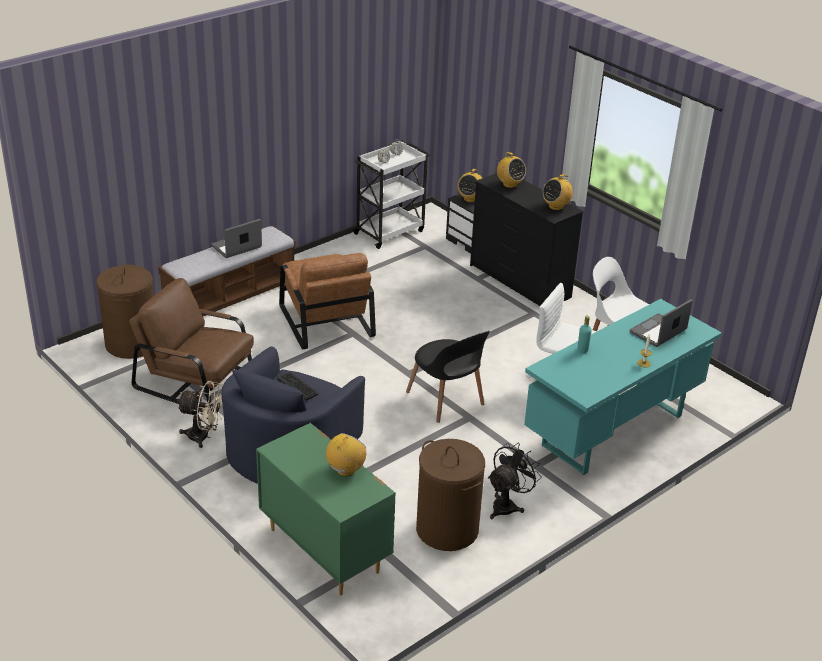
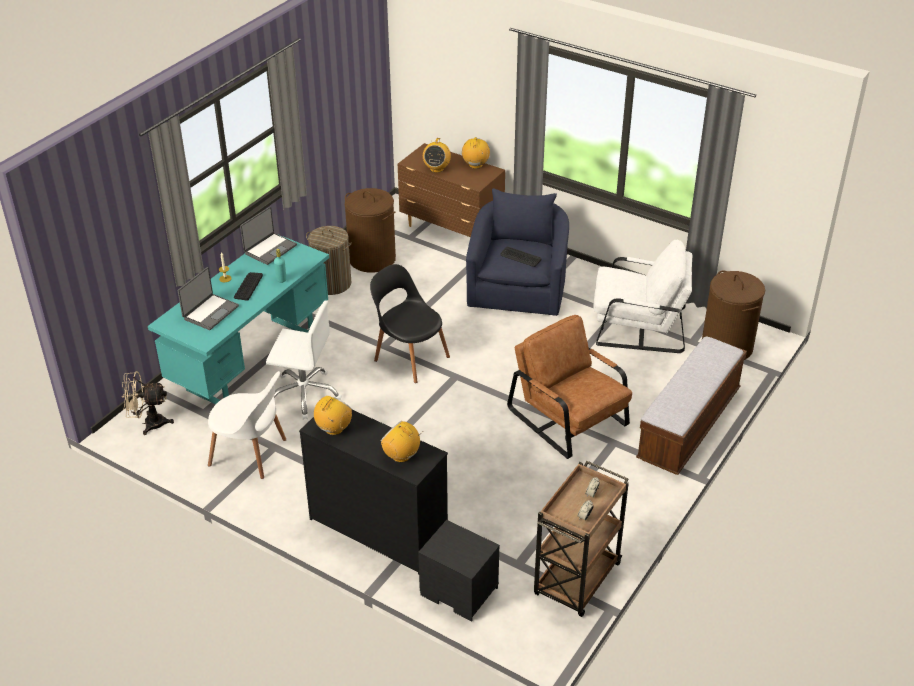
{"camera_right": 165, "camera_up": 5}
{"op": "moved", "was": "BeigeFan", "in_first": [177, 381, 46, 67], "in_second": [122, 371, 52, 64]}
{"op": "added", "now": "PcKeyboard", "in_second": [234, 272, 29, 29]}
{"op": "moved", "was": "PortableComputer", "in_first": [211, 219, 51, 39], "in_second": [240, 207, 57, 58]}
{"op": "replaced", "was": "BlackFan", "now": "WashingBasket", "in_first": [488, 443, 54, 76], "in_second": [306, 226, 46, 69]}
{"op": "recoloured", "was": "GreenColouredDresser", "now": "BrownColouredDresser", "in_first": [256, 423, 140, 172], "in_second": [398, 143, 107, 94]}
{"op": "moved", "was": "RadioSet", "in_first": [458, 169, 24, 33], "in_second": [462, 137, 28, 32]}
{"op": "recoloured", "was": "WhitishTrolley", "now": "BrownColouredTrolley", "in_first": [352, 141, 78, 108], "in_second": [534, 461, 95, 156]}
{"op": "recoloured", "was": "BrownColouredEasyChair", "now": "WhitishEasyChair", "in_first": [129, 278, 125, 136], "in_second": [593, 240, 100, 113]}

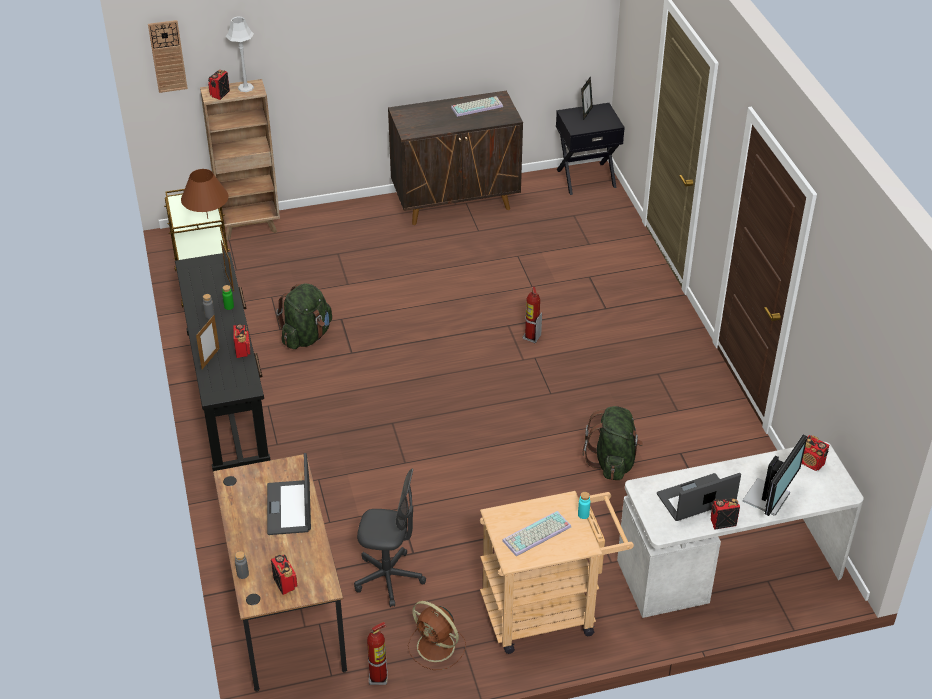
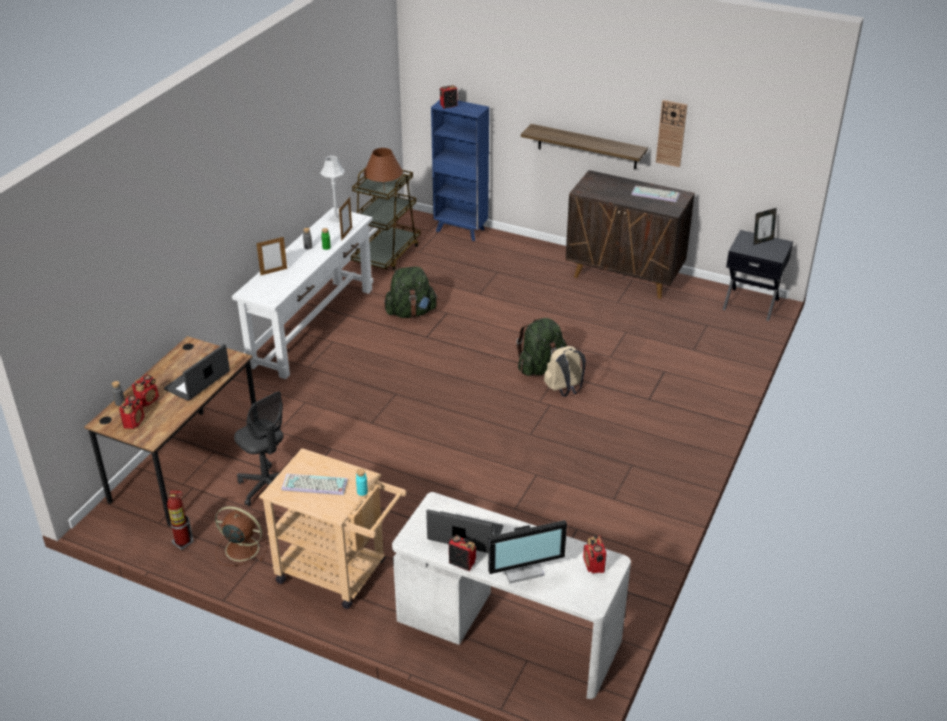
{"camera_right": 40, "camera_up": -5}
{"op": "moved", "was": "RadioSet", "in_first": [233, 324, 17, 34], "in_second": [132, 375, 27, 32]}
{"op": "turned", "was": "BrownColouredFan", "in_first": [408, 601, 58, 69], "in_second": [215, 506, 52, 60], "clockwise": 120}
{"op": "recoloured", "was": "BlackHallTable", "now": "WhitishHallTable", "in_first": [175, 252, 96, 219], "in_second": [232, 207, 141, 172]}
{"op": "moved", "was": "GreyishTableLamp", "in_first": [225, 16, 29, 76], "in_second": [320, 156, 25, 67]}
{"op": "recoloured", "was": "BrownColouredBookcase", "now": "BlueBookcase", "in_first": [200, 79, 80, 162], "in_second": [431, 100, 58, 141]}
{"op": "moved", "was": "GreenColouredBackpack", "in_first": [582, 406, 61, 74], "in_second": [516, 318, 50, 58]}
{"op": "added", "now": "BracketShelf", "in_second": [521, 124, 127, 46]}
{"op": "replaced", "was": "FireFightingCylinder", "now": "BeigeBackpack", "in_first": [522, 287, 20, 56], "in_second": [544, 346, 42, 51]}
{"op": "moved", "was": "HangingClock", "in_first": [148, 20, 40, 73], "in_second": [656, 100, 32, 67]}

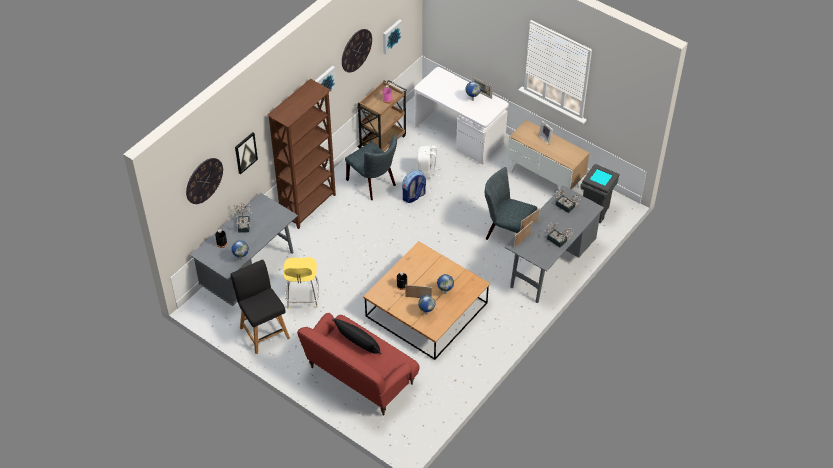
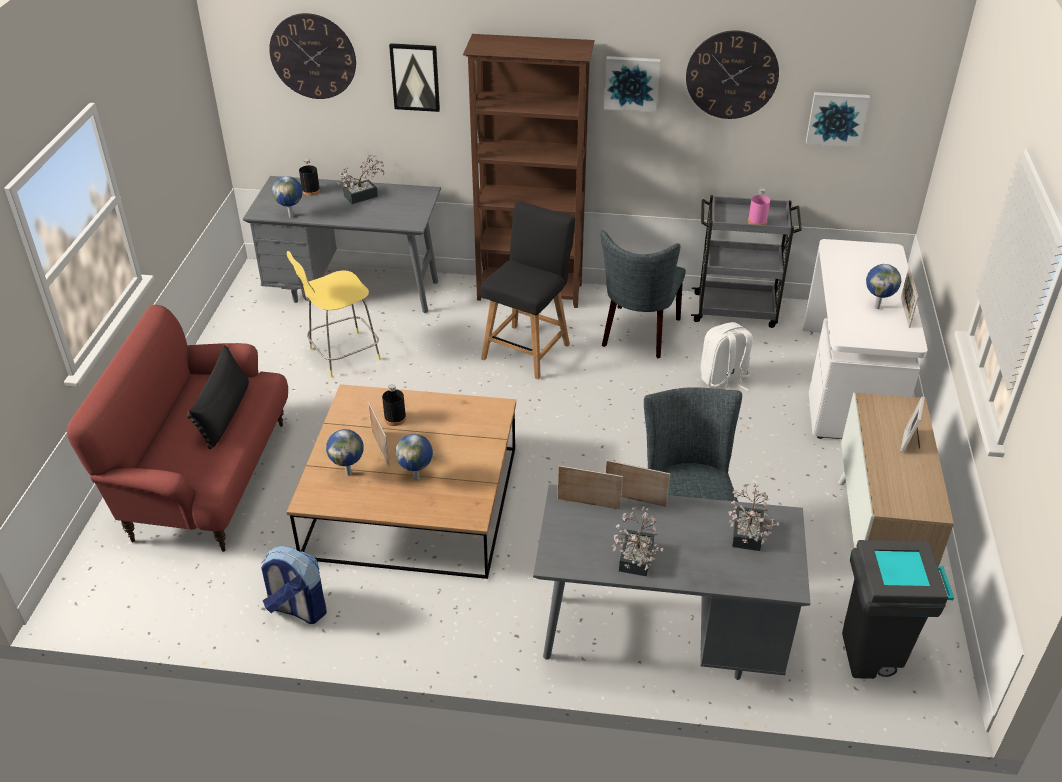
{"camera_right": 60, "camera_up": -10}
{"op": "moved", "was": "Backpack", "in_first": [402, 170, 24, 33], "in_second": [261, 546, 66, 78]}
{"op": "moved", "was": "BlackPlainChair", "in_first": [230, 260, 60, 94], "in_second": [480, 202, 95, 178]}
{"op": "recoloured", "was": "BrownColouredTrolley", "now": "GreyishTrolley", "in_first": [357, 80, 50, 72], "in_second": [691, 195, 111, 133]}

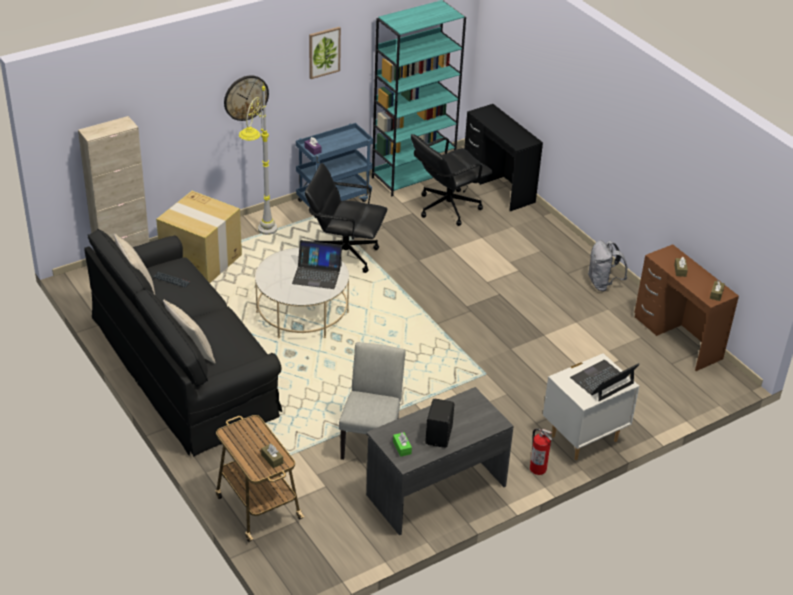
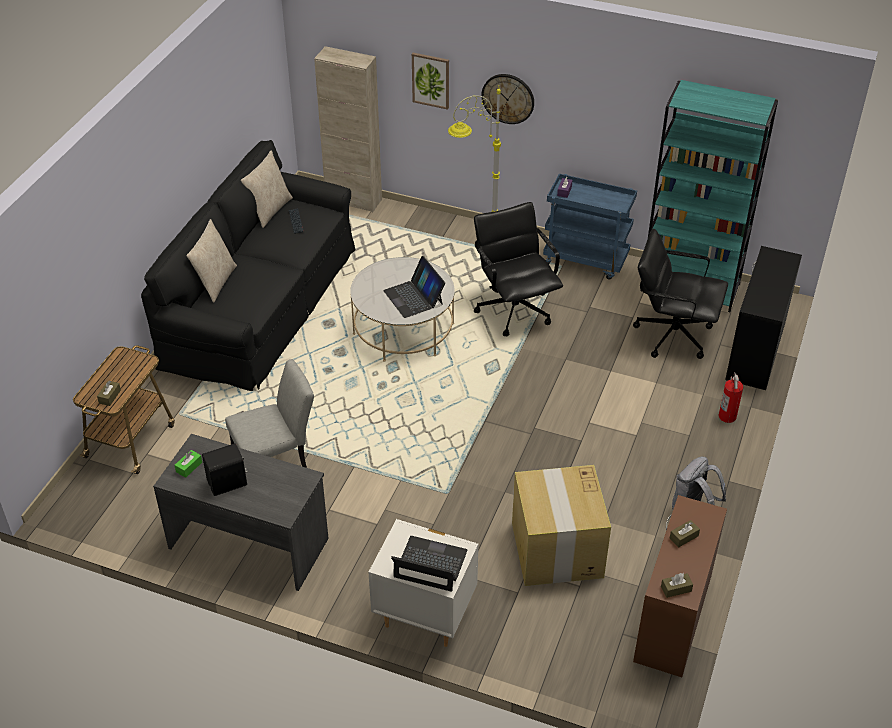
{"camera_right": 55, "camera_up": 5}
{"op": "moved", "was": "Picture", "in_first": [309, 27, 32, 52], "in_second": [412, 53, 37, 57]}
{"op": "moved", "was": "PackingBox", "in_first": [156, 191, 86, 92], "in_second": [512, 465, 99, 121]}
{"op": "moved", "was": "FireFightingCylinder", "in_first": [530, 428, 22, 47], "in_second": [719, 372, 24, 51]}

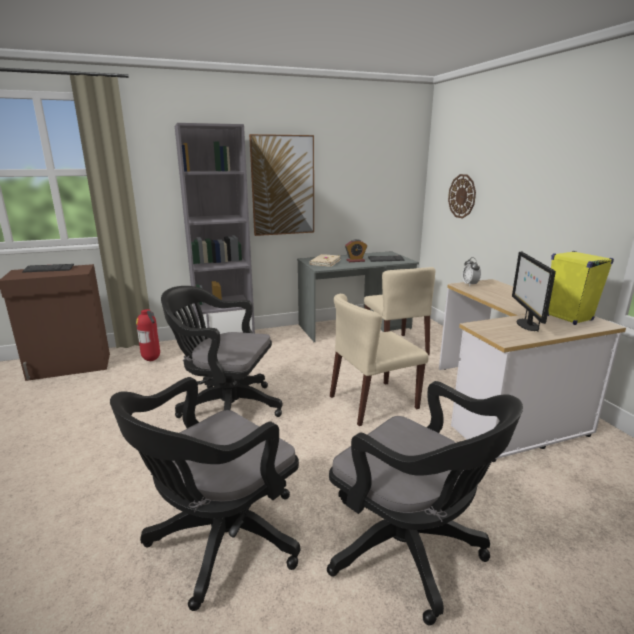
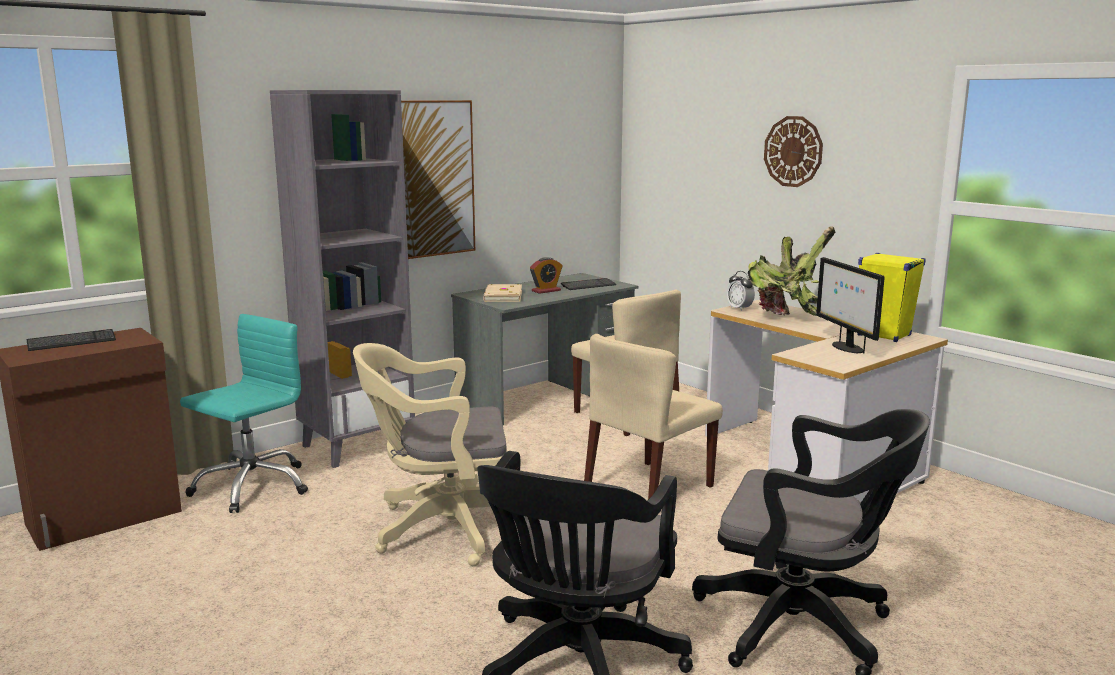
{"camera_right": -20, "camera_up": -5}
{"op": "replaced", "was": "FireFightingCylinder", "now": "TurquoiseDeskChair", "in_first": [136, 309, 24, 52], "in_second": [180, 314, 128, 199]}
{"op": "recoloured", "was": "BlackDeskChair", "now": "BeigeDeskChair", "in_first": [161, 286, 122, 132], "in_second": [353, 343, 154, 224]}
{"op": "added", "now": "PlantInAPot", "in_second": [748, 227, 87, 89]}
{"op": "moved", "was": "HangingClock", "in_first": [448, 174, 28, 44], "in_second": [764, 116, 59, 71]}

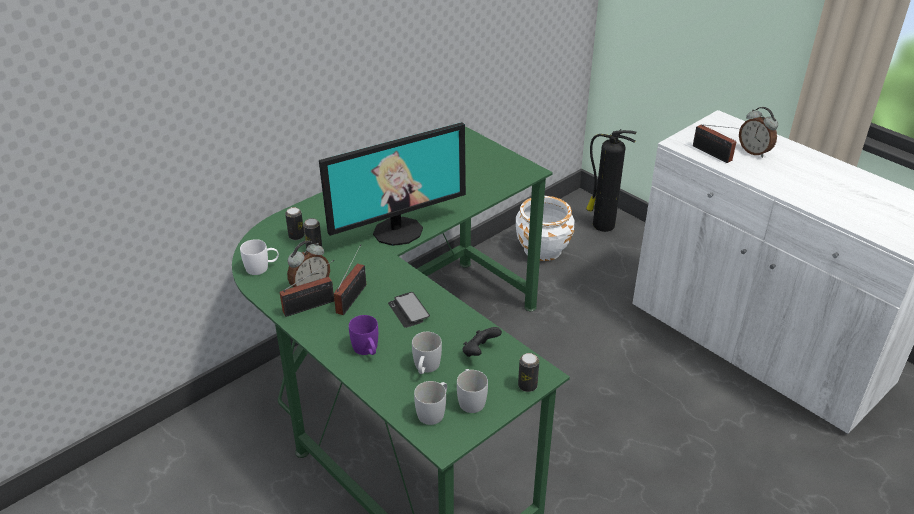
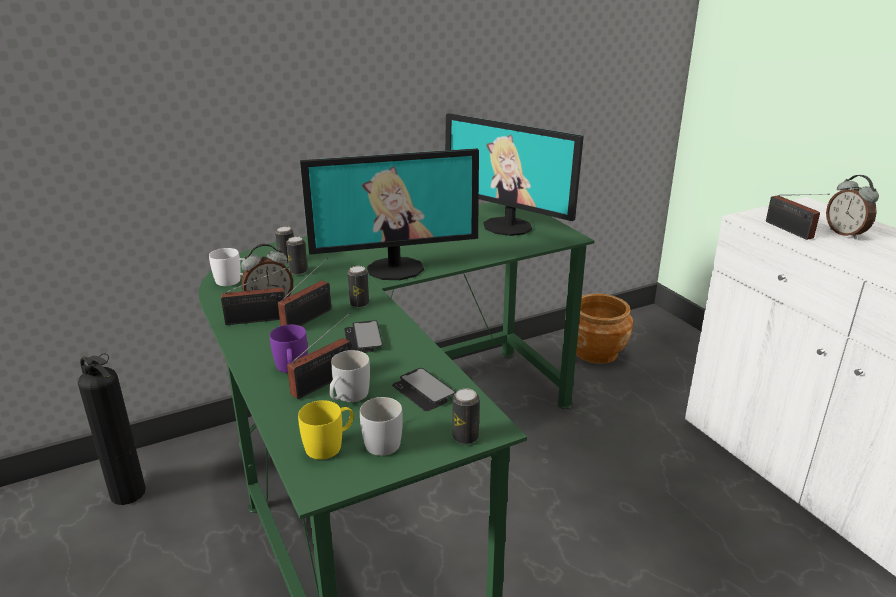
{"camera_right": 15, "camera_up": -10}
{"op": "moved", "was": "FireFightingCylinder", "in_first": [586, 129, 51, 103], "in_second": [78, 354, 68, 151]}
{"op": "added", "now": "RadioSet", "in_second": [287, 312, 65, 87]}
{"op": "recoloured", "was": "WhitishTeaMug", "now": "YellowishTeaMug", "in_first": [414, 381, 33, 44], "in_second": [298, 400, 56, 60]}
{"op": "added", "now": "MetalCan", "in_second": [348, 266, 21, 42]}
{"op": "replaced", "was": "BlackGamepad", "now": "Telephone", "in_first": [462, 327, 40, 30], "in_second": [392, 368, 64, 43]}
{"op": "added", "now": "ComputerDisplay", "in_second": [445, 113, 139, 123]}
{"op": "recoloured", "was": "WhitishFlowerPot", "now": "BrownColouredFlowerPot", "in_first": [516, 196, 59, 65], "in_second": [576, 294, 57, 70]}

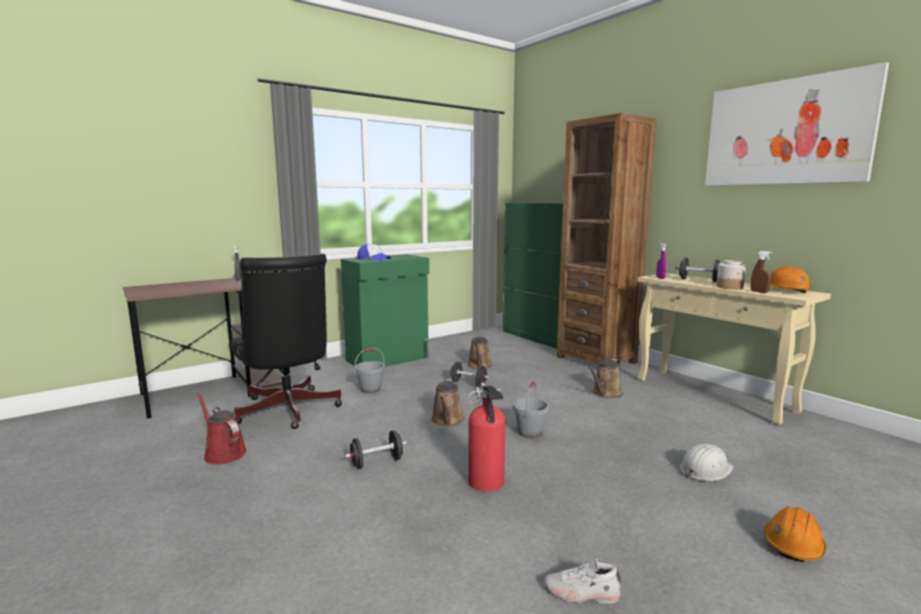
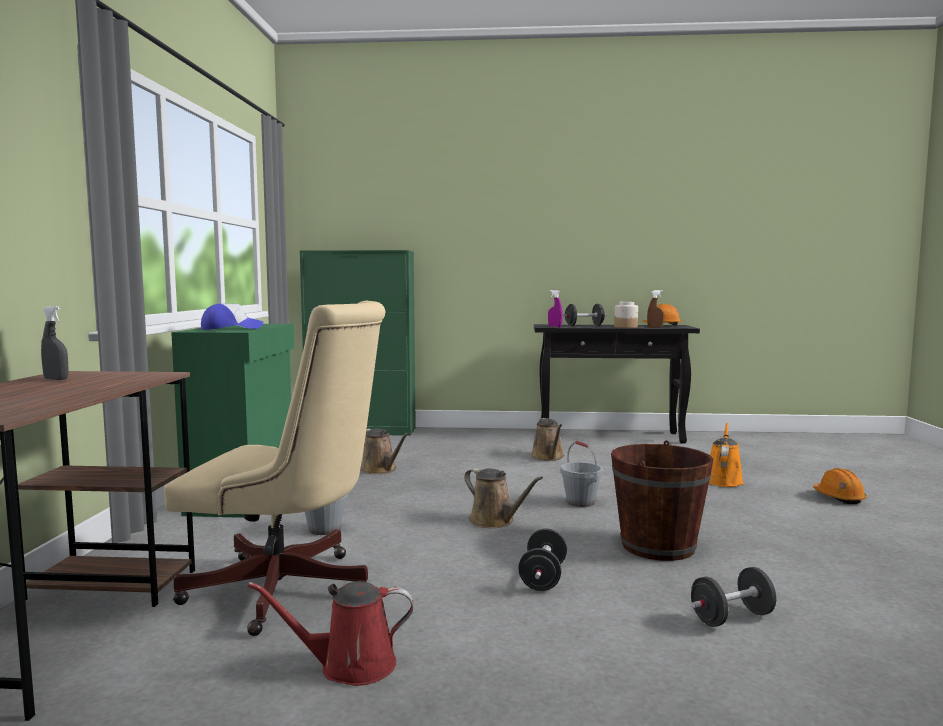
{"camera_right": -50, "camera_up": -5}
{"op": "recoloured", "was": "BlackDeskChair", "now": "BeigeDeskChair", "in_first": [231, 253, 111, 176], "in_second": [164, 301, 222, 335]}
{"op": "recoloured", "was": "BeigeHallTable", "now": "BlackHallTable", "in_first": [638, 273, 193, 153], "in_second": [534, 324, 166, 120]}
{"op": "replaced", "was": "FireFightingCylinder", "now": "BrownColouredPail", "in_first": [468, 382, 37, 110], "in_second": [611, 440, 102, 121]}
{"op": "moved", "was": "BlackHandWeight", "in_first": [449, 362, 40, 25], "in_second": [691, 567, 85, 60]}
{"op": "replaced", "was": "WhitishWorkHelmet", "now": "OrangeColouredWateringCan", "in_first": [680, 444, 54, 37], "in_second": [709, 423, 35, 64]}
{"op": "removed", "was": "WhitishShoe", "in_first": [545, 557, 76, 47]}
{"op": "removed", "was": "BrownColouredBookcase", "in_first": [557, 113, 99, 251]}
{"op": "removed", "was": "Picture", "in_first": [705, 62, 184, 124]}

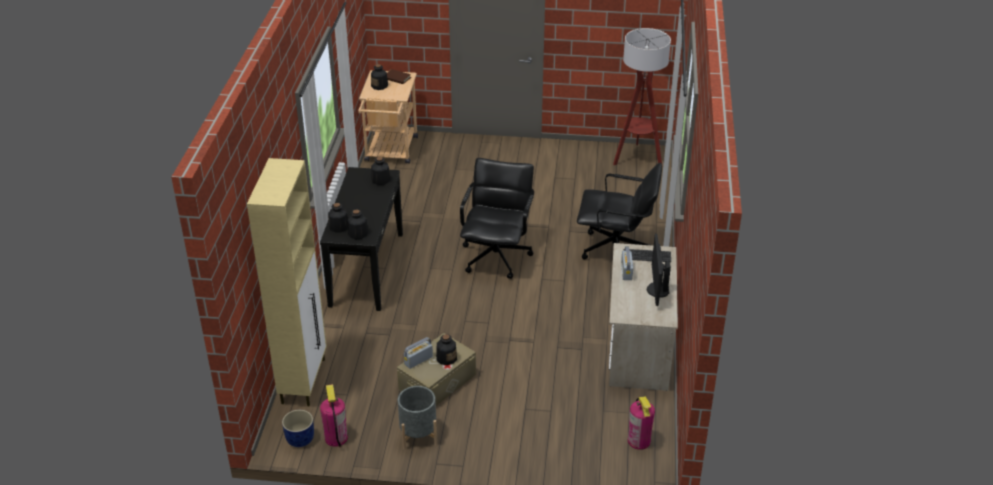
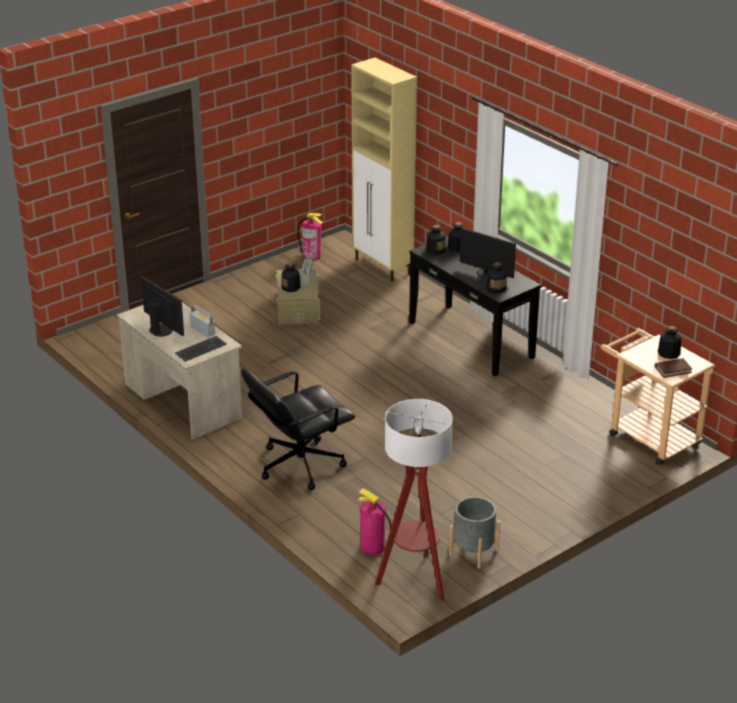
{"camera_right": 135, "camera_up": -5}
{"op": "moved", "was": "FireFightingCylinder", "in_first": [628, 396, 27, 54], "in_second": [358, 488, 34, 67]}
{"op": "moved", "was": "GreyishFlowerPot", "in_first": [398, 386, 39, 64], "in_second": [449, 497, 51, 72]}
{"op": "added", "now": "ComputerDisplay", "in_second": [460, 227, 56, 52]}
{"op": "removed", "was": "BlueFlowerPot", "in_first": [282, 410, 32, 37]}
{"op": "removed", "was": "BlackDeskChair", "in_first": [460, 158, 74, 121]}

